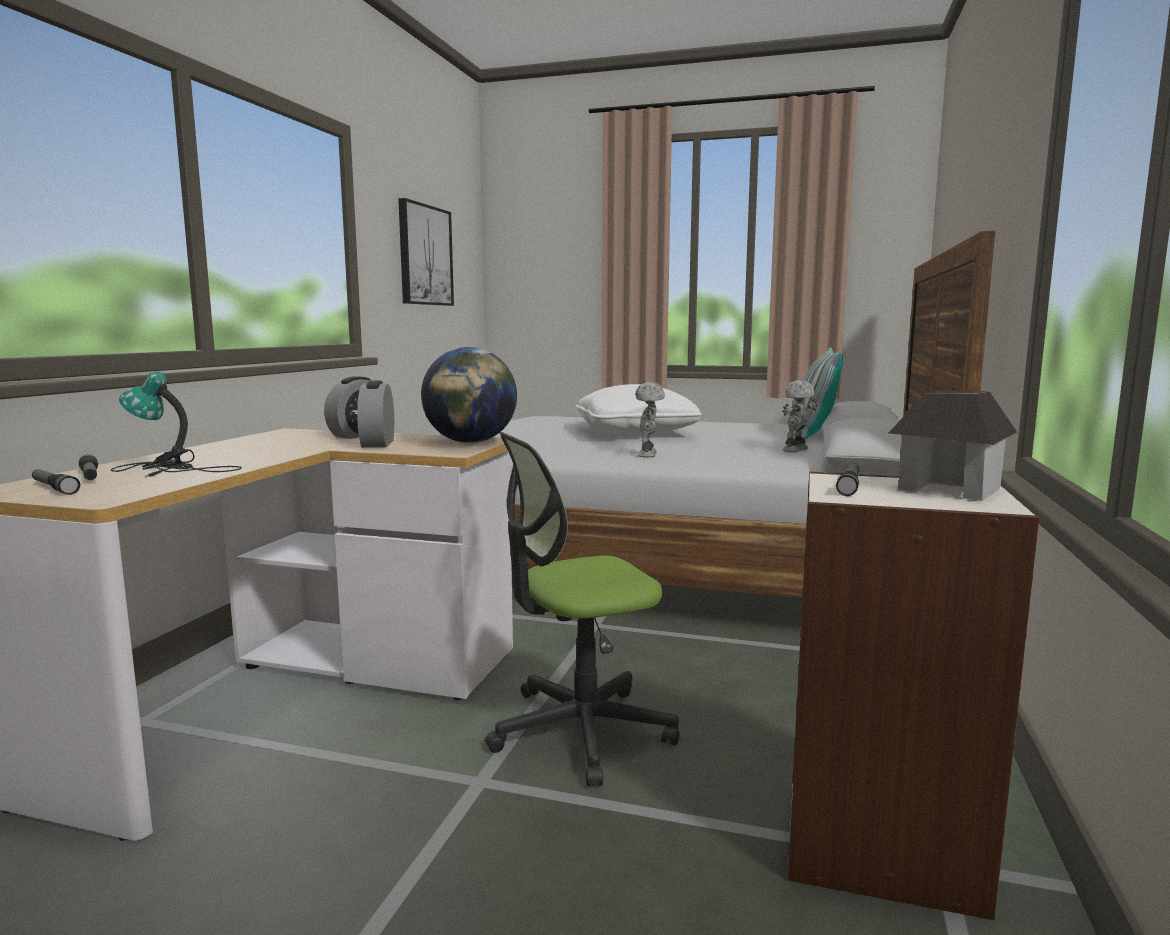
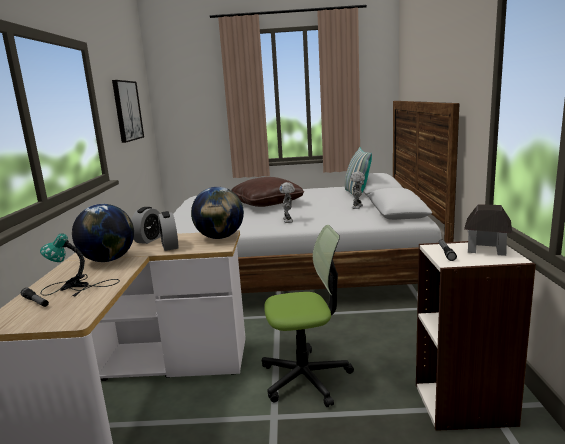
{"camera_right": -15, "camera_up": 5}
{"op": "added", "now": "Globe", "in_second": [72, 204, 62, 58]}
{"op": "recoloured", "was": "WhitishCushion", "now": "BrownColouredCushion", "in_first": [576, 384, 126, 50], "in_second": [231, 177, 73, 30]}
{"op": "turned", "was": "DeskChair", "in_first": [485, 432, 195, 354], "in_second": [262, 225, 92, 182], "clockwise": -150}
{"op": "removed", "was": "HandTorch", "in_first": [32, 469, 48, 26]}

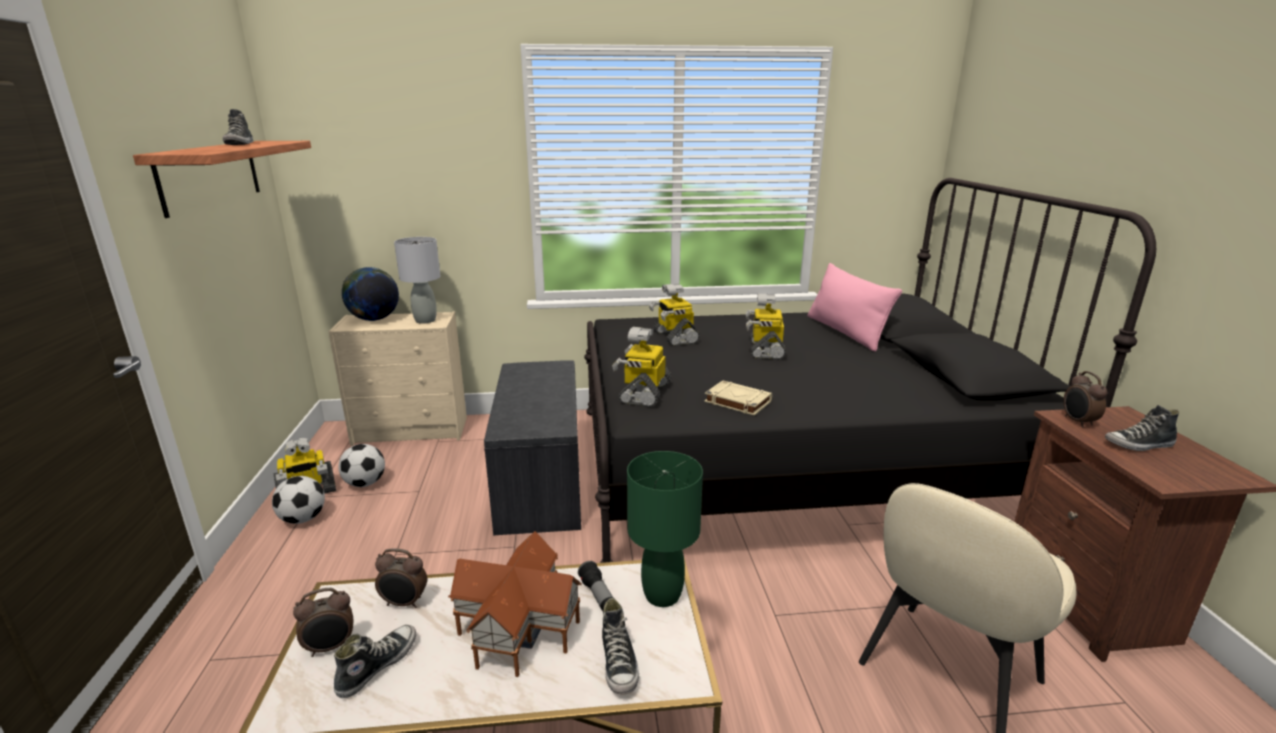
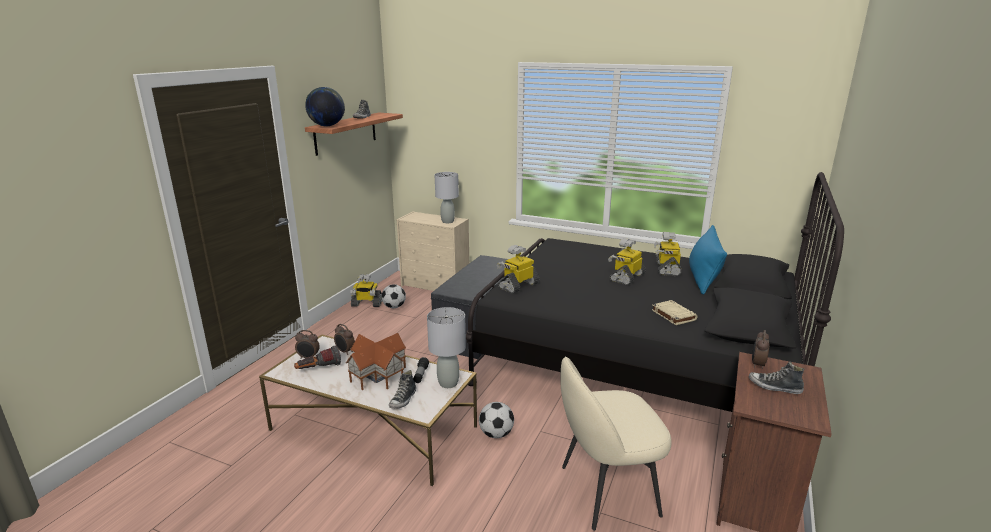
{"camera_right": 30, "camera_up": 0}
{"op": "replaced", "was": "Shoe", "now": "HandTorch", "in_first": [334, 625, 82, 73], "in_second": [294, 346, 47, 23]}
{"op": "moved", "was": "Globe", "in_first": [342, 267, 57, 54], "in_second": [305, 87, 40, 39]}
{"op": "recoloured", "was": "GreenColouredTableLamp", "now": "GreyishTableLamp", "in_first": [627, 451, 76, 156], "in_second": [427, 307, 39, 81]}
{"op": "moved", "was": "BallForFootball", "in_first": [272, 476, 53, 48], "in_second": [479, 402, 35, 36]}
{"op": "moved", "was": "BeigeBook", "in_first": [704, 381, 68, 35], "in_second": [652, 300, 45, 25]}
{"op": "moved", "was": "ModelRobot", "in_first": [649, 284, 51, 62], "in_second": [654, 232, 28, 44]}
{"op": "recoloured", "was": "PinkColouredCushion", "now": "BlueCushion", "in_first": [807, 263, 95, 89], "in_second": [689, 225, 38, 70]}

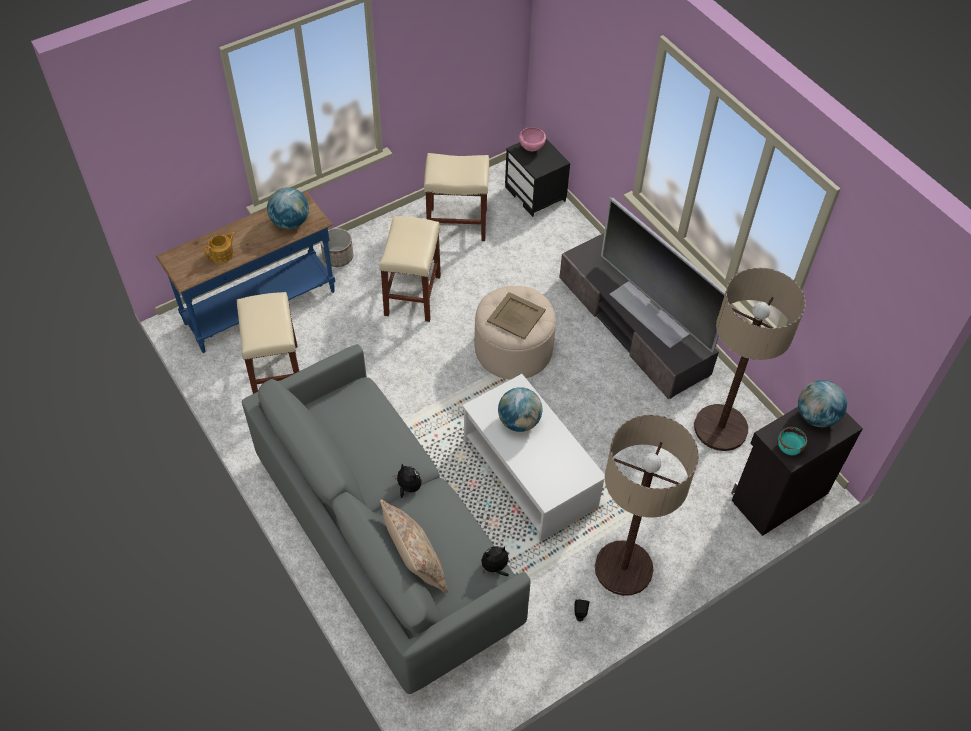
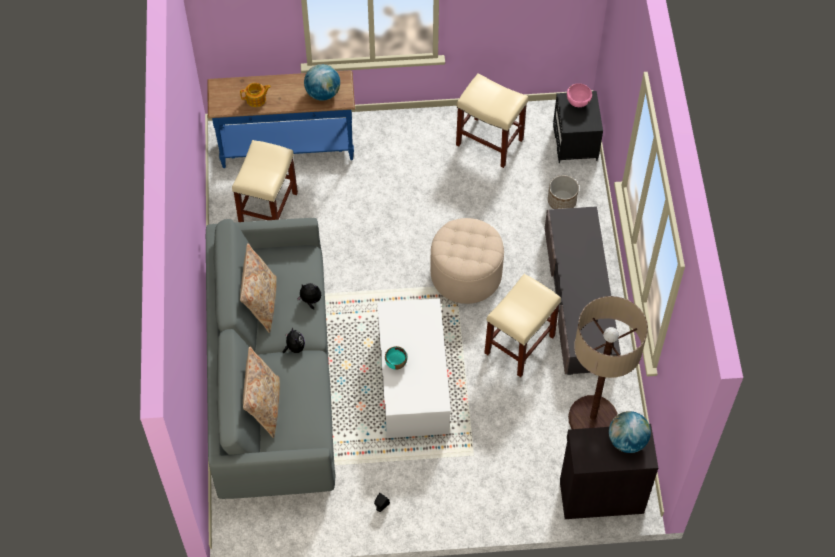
{"camera_right": 30, "camera_up": 5}
{"op": "added", "now": "BeigeCushion", "in_second": [240, 243, 37, 90]}
{"op": "moved", "was": "CuddlyToy", "in_first": [481, 546, 28, 30], "in_second": [297, 283, 24, 27]}
{"op": "moved", "was": "TurquoiseBowl", "in_first": [778, 427, 29, 28], "in_second": [385, 346, 22, 24]}
{"op": "moved", "was": "BeigeStoolSeat", "in_first": [379, 216, 62, 106], "in_second": [484, 274, 77, 103]}
{"op": "moved", "was": "FlowerPot", "in_first": [320, 228, 33, 39], "in_second": [548, 175, 31, 34]}
{"op": "removed", "was": "BeigeCarryingTray", "in_first": [487, 292, 59, 47]}
{"op": "removed", "was": "Globe", "in_first": [498, 387, 44, 45]}
{"op": "removed", "was": "FloorLamp", "in_first": [595, 415, 104, 181]}
{"op": "removed", "was": "Tv", "in_first": [601, 197, 125, 156]}

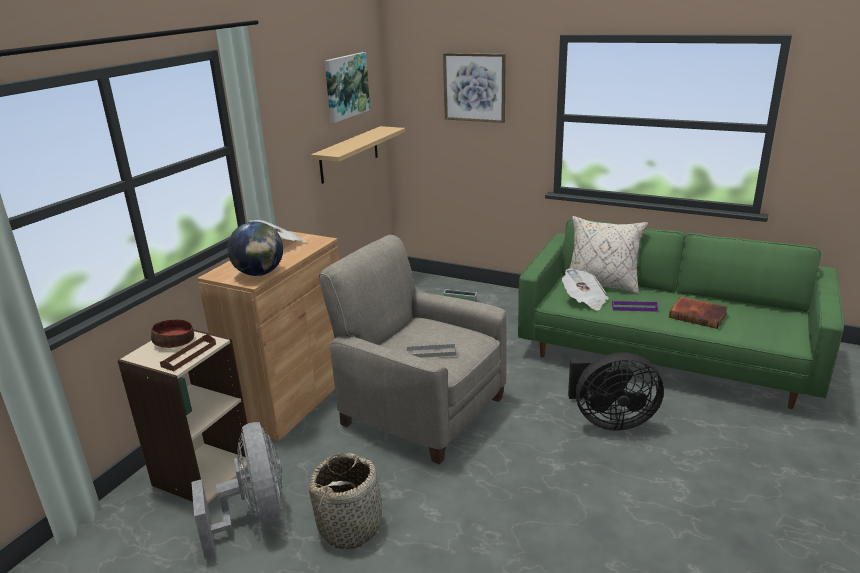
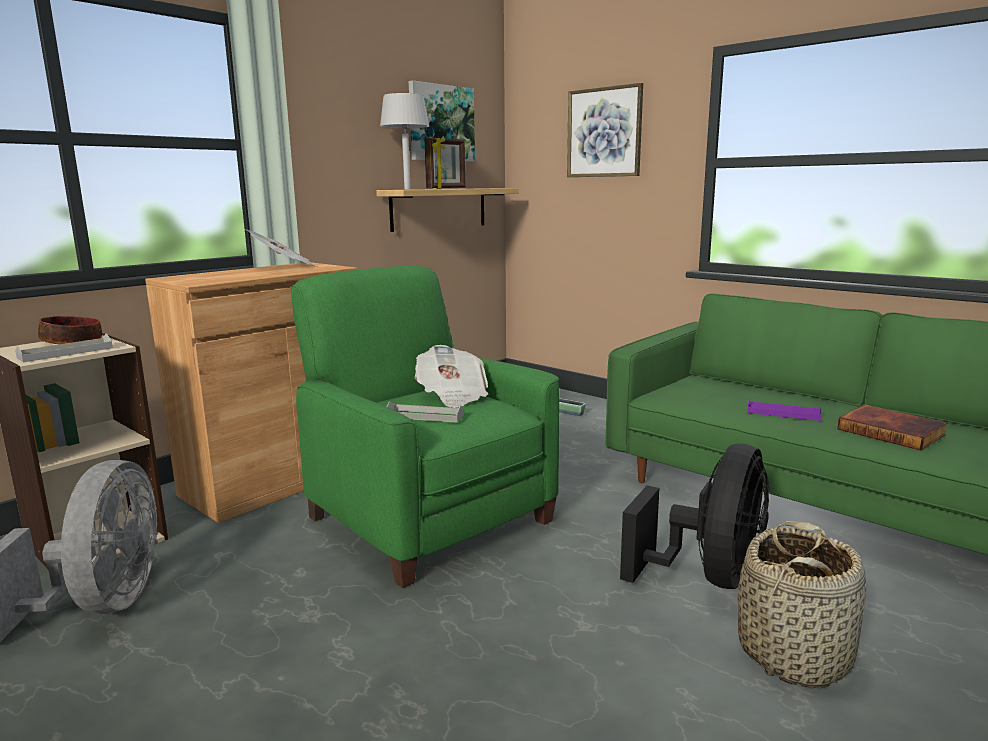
{"camera_right": 15, "camera_up": -10}
{"op": "recoloured", "was": "BrownColouredCarryingTray", "now": "GreyishCarryingTray", "in_first": [160, 334, 56, 37], "in_second": [15, 333, 98, 29]}
{"op": "recoloured", "was": "BeigeEasyChair", "now": "GreenColouredEasyChair", "in_first": [319, 235, 188, 229], "in_second": [291, 266, 268, 322]}
{"op": "added", "now": "GreyishTableLamp", "in_second": [380, 93, 50, 96]}
{"op": "moved", "was": "PrintedPaper", "in_first": [562, 268, 46, 42], "in_second": [415, 345, 73, 63]}
{"op": "added", "now": "PictureFrame", "in_second": [424, 136, 42, 53]}
{"op": "turned", "was": "BlackFan", "in_first": [568, 352, 96, 79], "in_second": [620, 443, 149, 146], "clockwise": -75}
{"op": "moved", "was": "HouseholdBasket", "in_first": [309, 453, 73, 96], "in_second": [738, 521, 128, 167]}
{"op": "removed", "was": "Globe", "in_first": [228, 222, 55, 54]}
{"op": "removed", "was": "BeigeCushion", "in_first": [569, 216, 79, 78]}

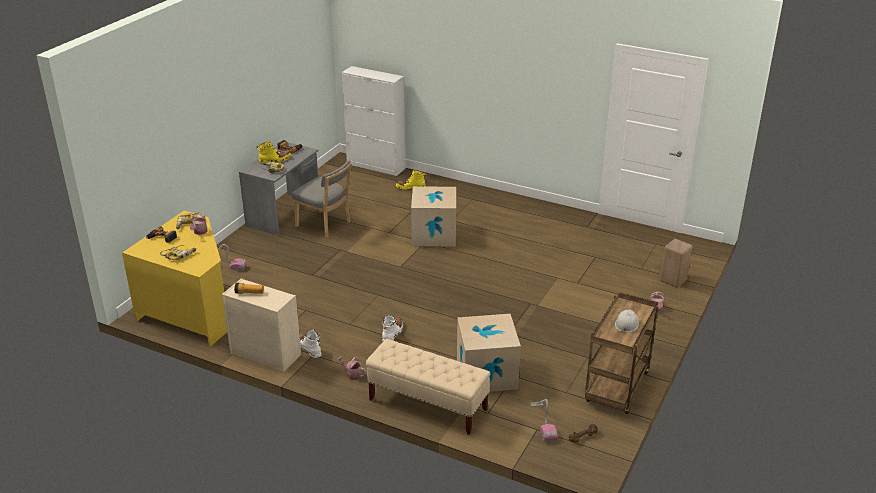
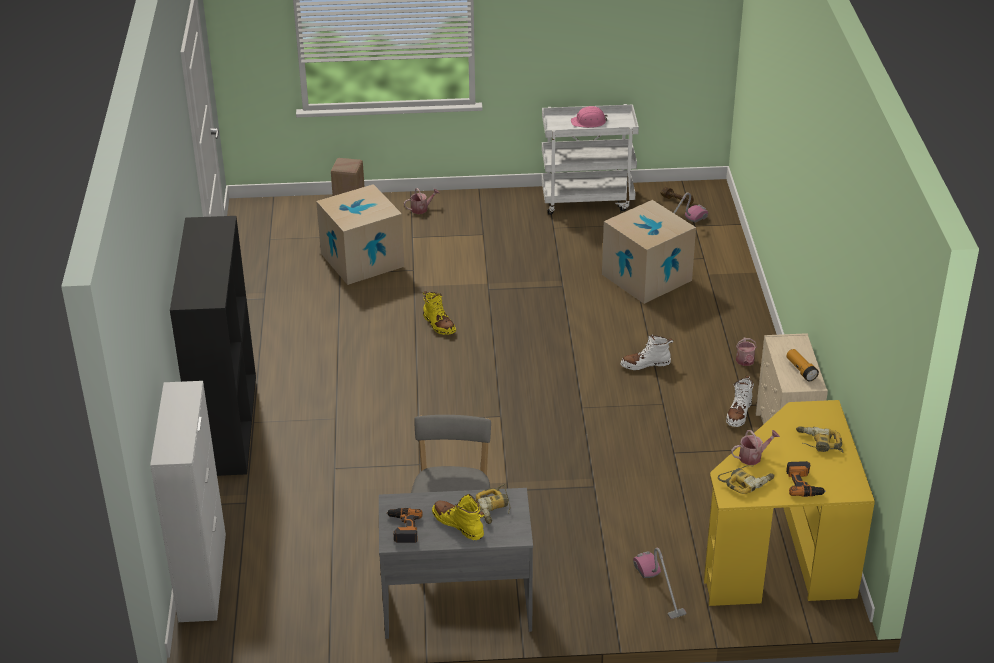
{"camera_right": -120, "camera_up": 5}
{"op": "added", "now": "BlackBookcase", "in_second": [170, 216, 86, 260]}
{"op": "moved", "was": "PackingBox", "in_first": [411, 186, 45, 60], "in_second": [316, 184, 89, 101]}
{"op": "moved", "was": "YellowishBoot", "in_first": [396, 169, 30, 21], "in_second": [423, 291, 33, 44]}
{"op": "recoloured", "was": "BrownColouredTrolley", "now": "WhitishTrolley", "in_first": [585, 292, 74, 122], "in_second": [541, 104, 98, 111]}
{"op": "recoloured", "was": "WhitishWorkHelmet", "now": "PinkColouredWorkHelmet", "in_first": [615, 310, 24, 23], "in_second": [571, 106, 37, 22]}
{"op": "removed", "was": "BeigeLongSeat", "in_first": [366, 339, 124, 96]}

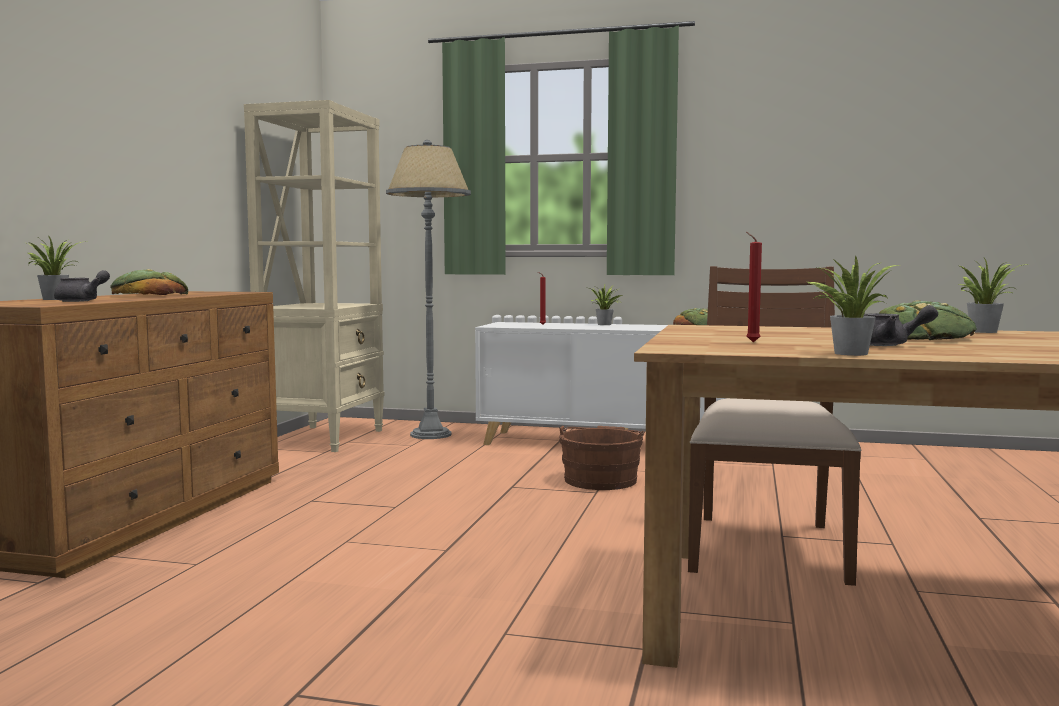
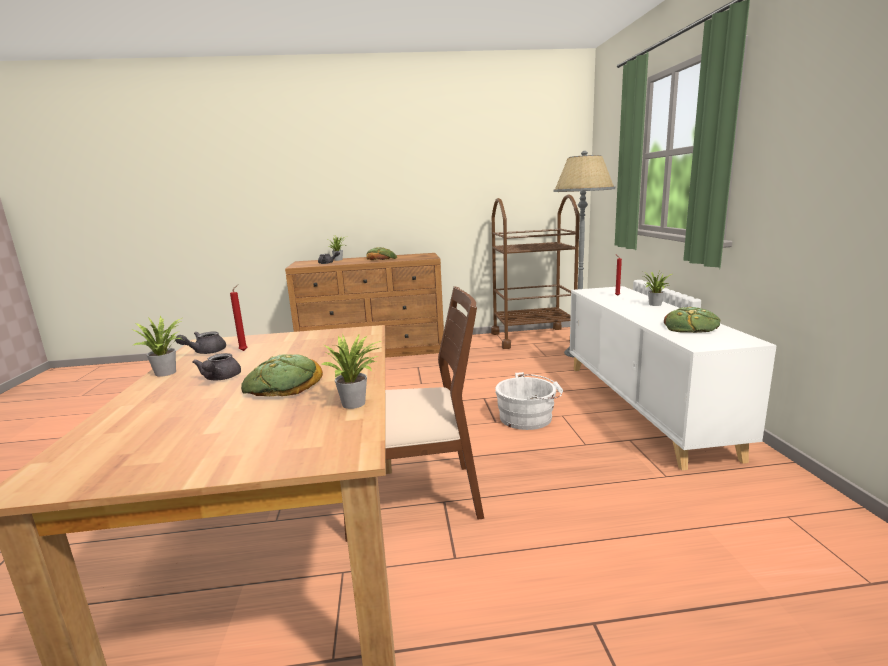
{"camera_right": 70, "camera_up": 10}
{"op": "added", "now": "GreyishTeapot", "in_second": [175, 331, 51, 23]}
{"op": "replaced", "was": "BeigeBookcase", "now": "BrownColouredTrolley", "in_first": [244, 100, 140, 352], "in_second": [491, 194, 89, 155]}
{"op": "recoloured", "was": "BrownColouredPail", "now": "WhitishPail", "in_first": [559, 426, 86, 64], "in_second": [495, 372, 68, 58]}

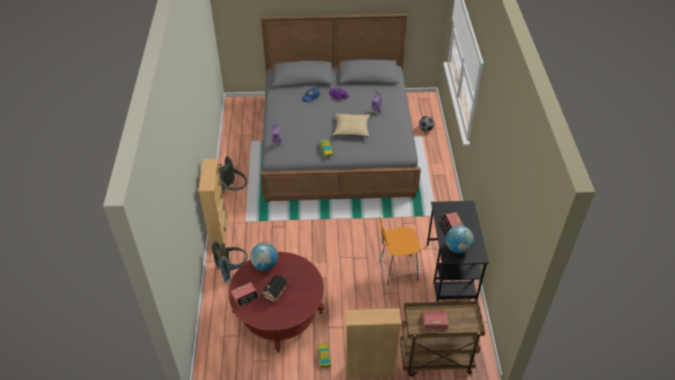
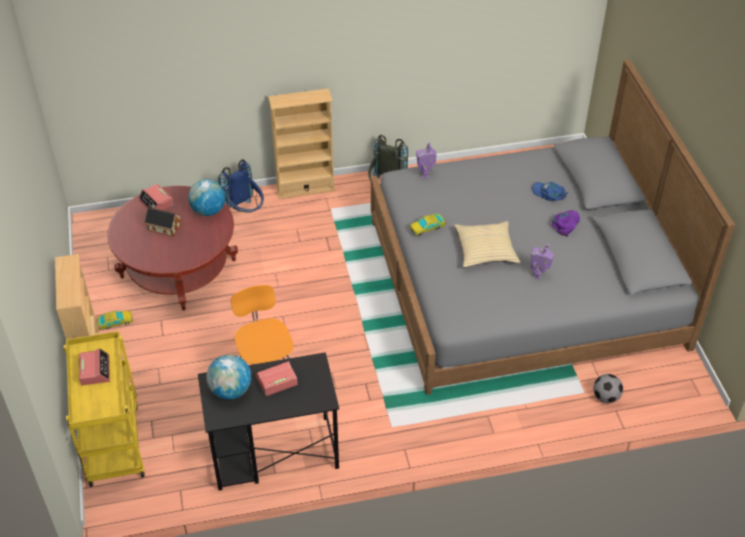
{"camera_right": 80, "camera_up": 0}
{"op": "recoloured", "was": "BrownColouredTrolley", "now": "YellowishTrolley", "in_first": [400, 299, 85, 78], "in_second": [64, 331, 81, 156]}
{"op": "recoloured", "was": "GreyishBackpack", "now": "BlueBackpack", "in_first": [212, 241, 36, 42], "in_second": [218, 159, 46, 53]}

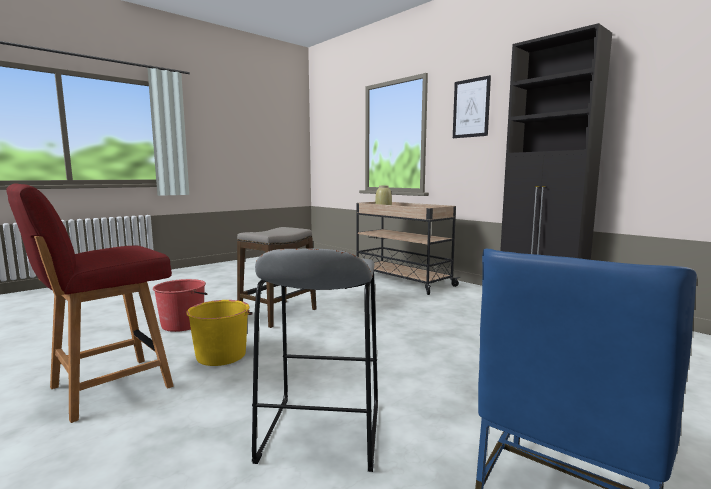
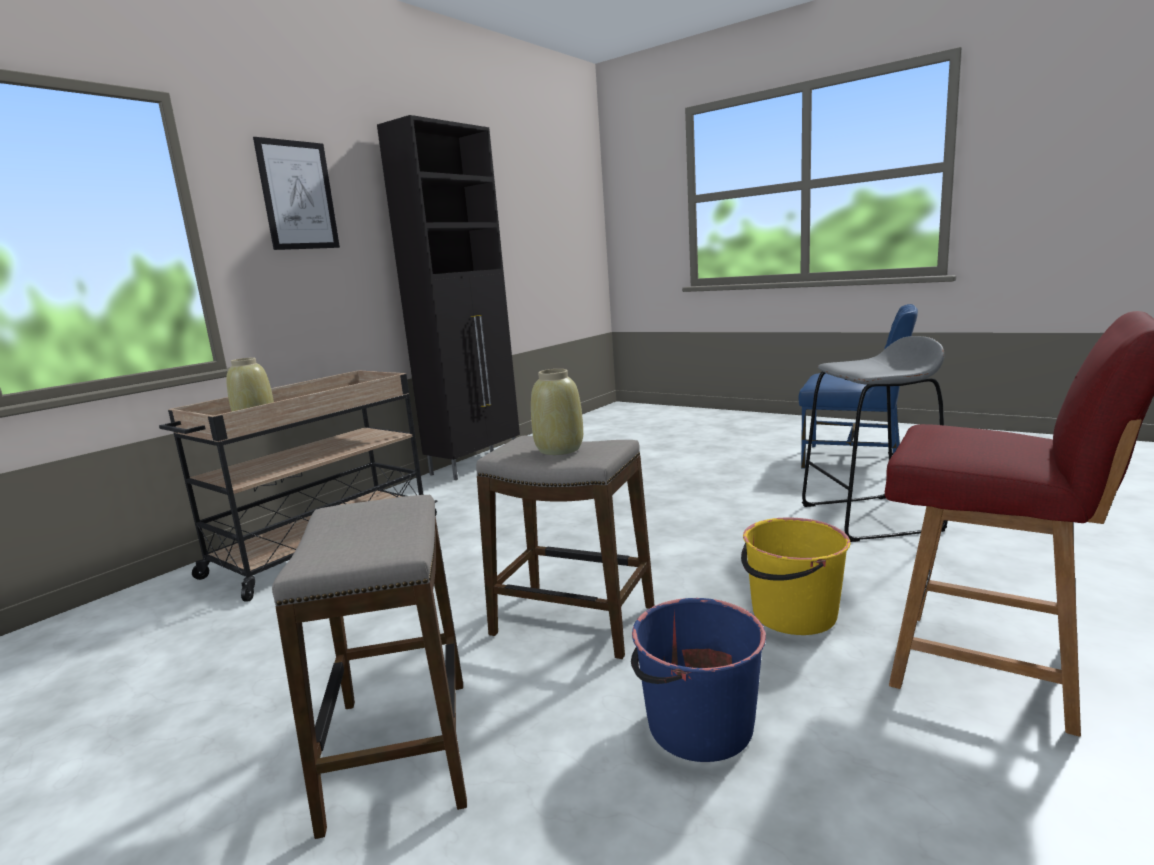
{"camera_right": -100, "camera_up": 5}
{"op": "added", "now": "StoolSeat", "in_second": [272, 495, 195, 344]}
{"op": "added", "now": "BeigeDecorativeVase", "in_second": [531, 369, 52, 86]}
{"op": "recoloured", "was": "RedColouredPail", "now": "BluePail", "in_first": [153, 279, 55, 53], "in_second": [631, 598, 135, 164]}

